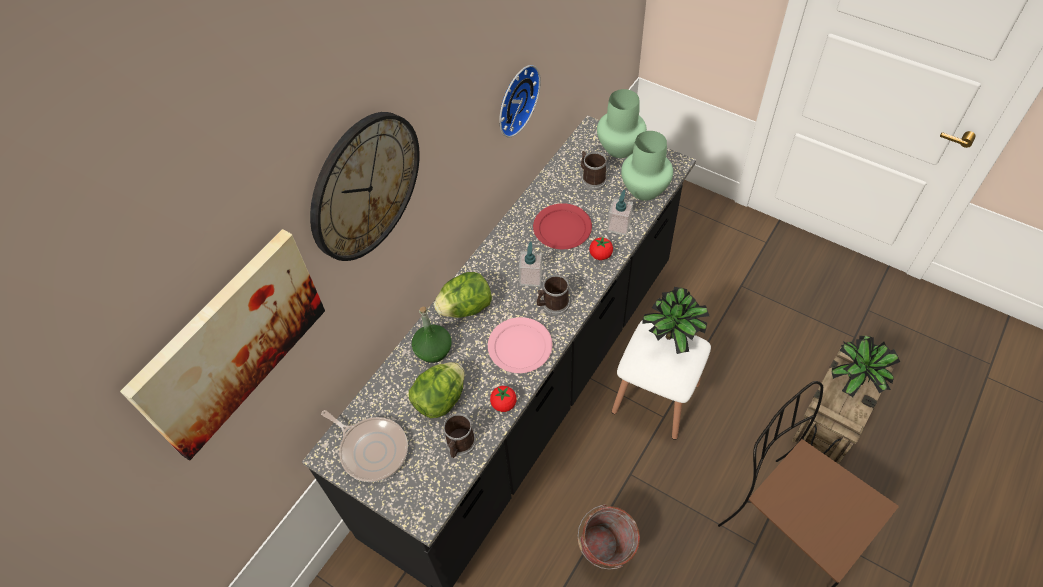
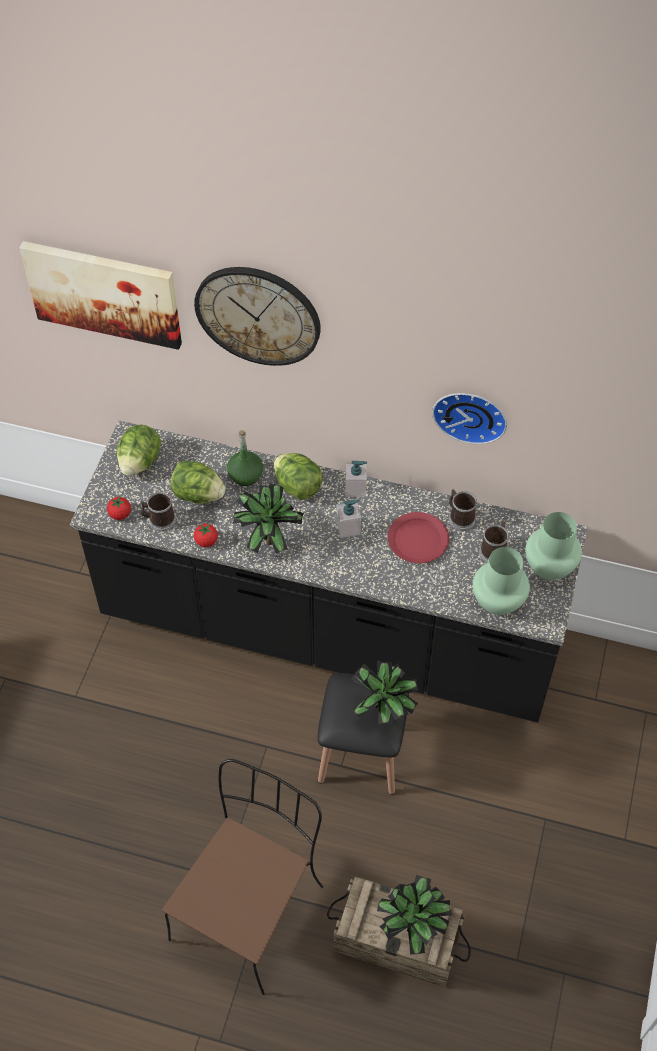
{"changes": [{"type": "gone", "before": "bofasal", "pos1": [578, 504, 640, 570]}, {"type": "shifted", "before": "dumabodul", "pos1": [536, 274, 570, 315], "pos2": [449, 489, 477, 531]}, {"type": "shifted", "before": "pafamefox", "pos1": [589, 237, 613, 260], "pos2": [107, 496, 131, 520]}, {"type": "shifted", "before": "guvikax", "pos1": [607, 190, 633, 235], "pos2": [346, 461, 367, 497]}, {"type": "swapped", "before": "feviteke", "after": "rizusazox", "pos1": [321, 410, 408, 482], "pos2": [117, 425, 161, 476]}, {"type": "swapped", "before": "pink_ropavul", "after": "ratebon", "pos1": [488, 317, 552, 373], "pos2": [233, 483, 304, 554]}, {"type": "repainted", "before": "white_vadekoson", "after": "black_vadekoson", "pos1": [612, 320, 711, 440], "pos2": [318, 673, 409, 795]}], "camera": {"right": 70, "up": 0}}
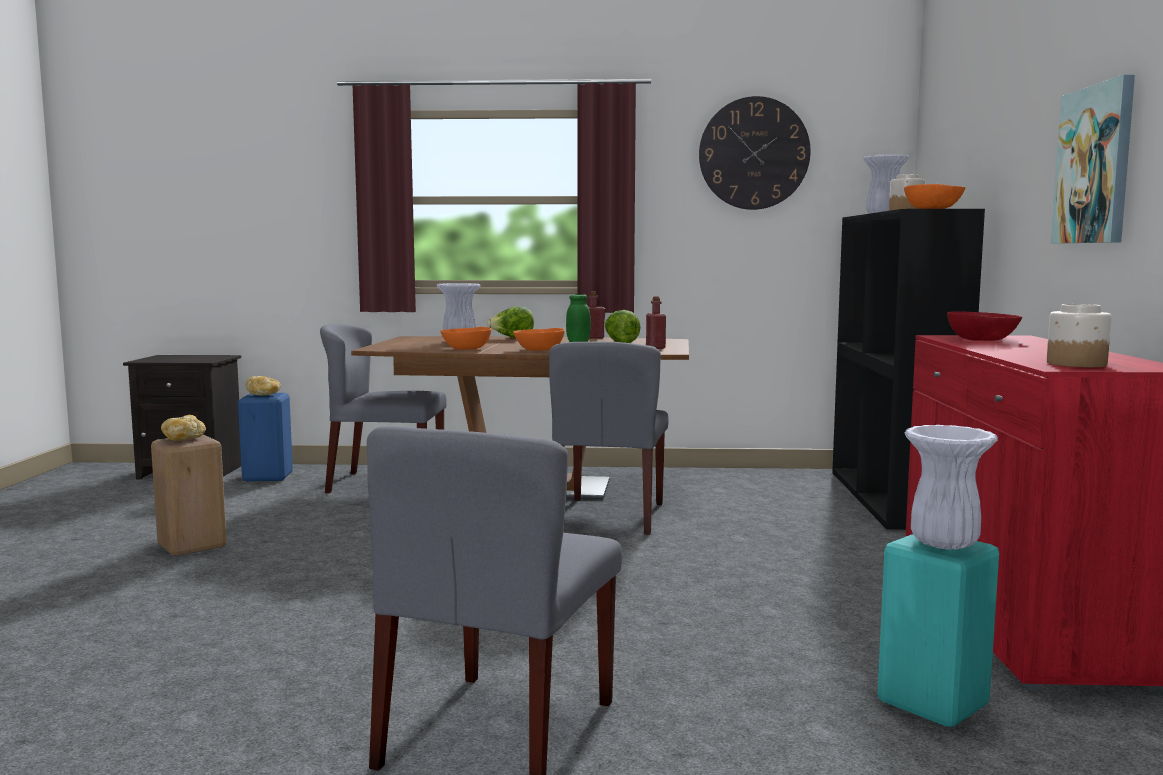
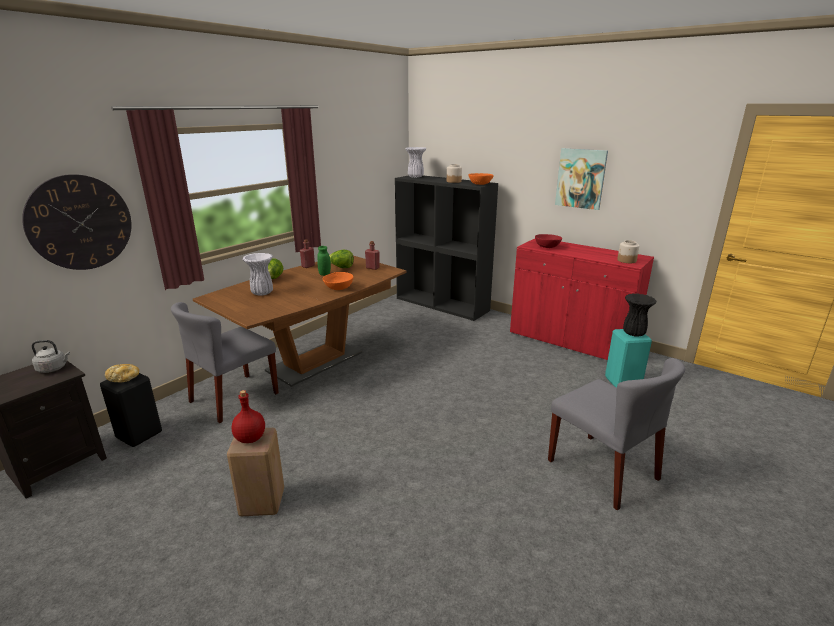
{"changes": [{"type": "gone", "before": "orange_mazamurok", "pos1": [440, 327, 492, 350]}, {"type": "gone", "before": "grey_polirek", "pos1": [549, 342, 669, 535]}, {"type": "new", "after": "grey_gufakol", "pos2": [32, 340, 70, 373]}, {"type": "shifted", "before": "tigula", "pos1": [699, 96, 810, 210], "pos2": [22, 174, 132, 270]}, {"type": "swapped", "before": "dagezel", "after": "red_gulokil", "pos1": [161, 415, 206, 441], "pos2": [232, 390, 265, 443]}, {"type": "repainted", "before": "blue_vadekoson", "after": "black_vadekoson", "pos1": [238, 393, 293, 481], "pos2": [100, 373, 162, 447]}, {"type": "repainted", "before": "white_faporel", "after": "black_faporel", "pos1": [904, 425, 998, 550], "pos2": [623, 294, 657, 336]}], "camera": {"right": -55, "up": 15}}
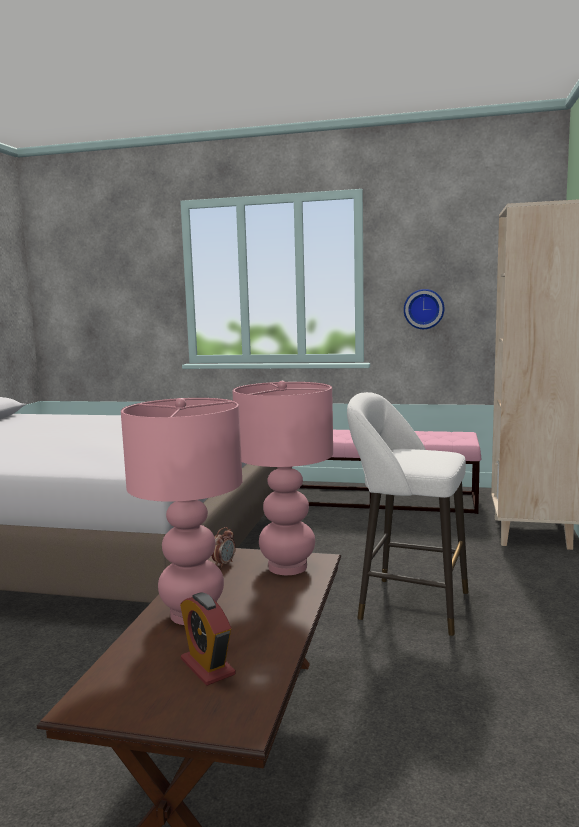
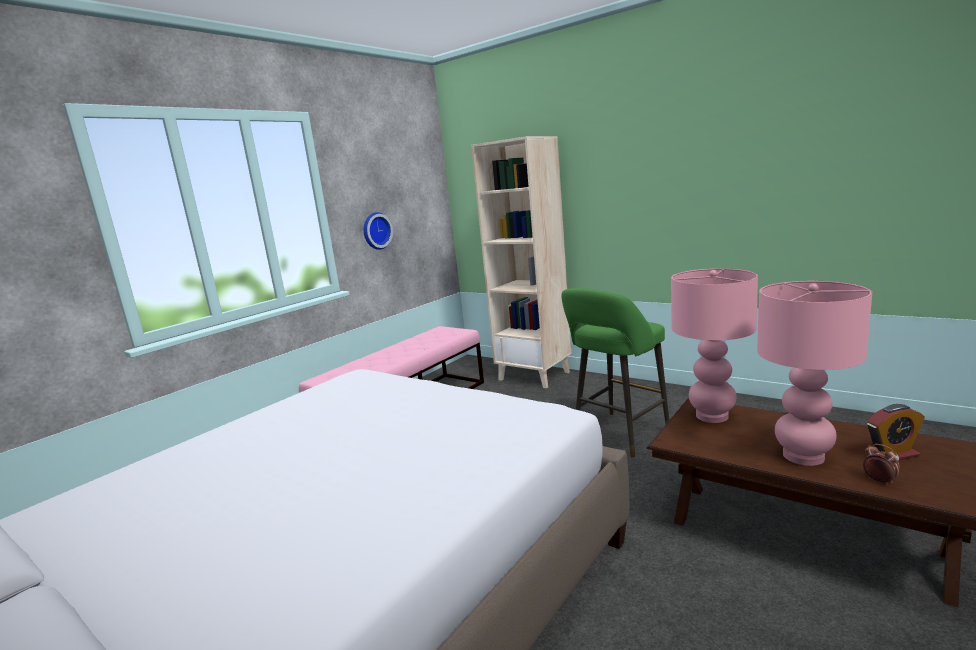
{"changes": [{"type": "shifted", "before": "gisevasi", "pos1": [211, 527, 236, 568], "pos2": [863, 444, 900, 485]}, {"type": "repainted", "before": "white_vadekoson", "after": "green_vadekoson", "pos1": [347, 392, 468, 636], "pos2": [561, 288, 669, 457]}], "camera": {"right": -65, "up": 5}}
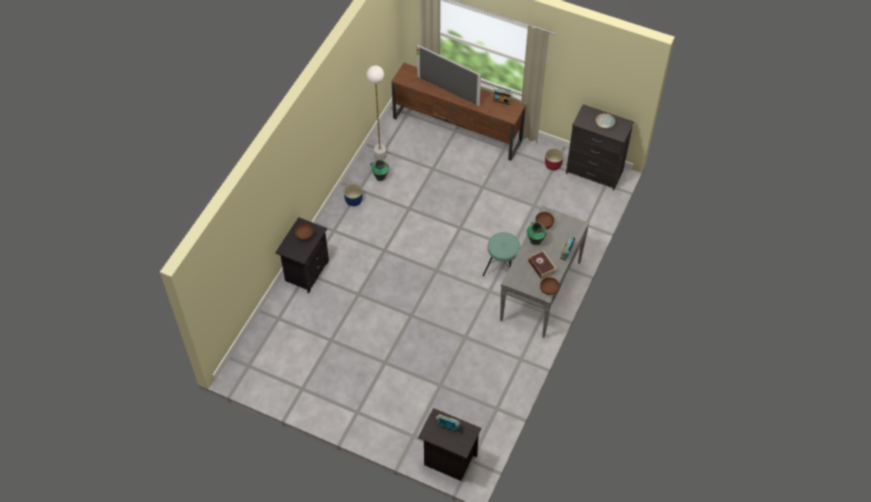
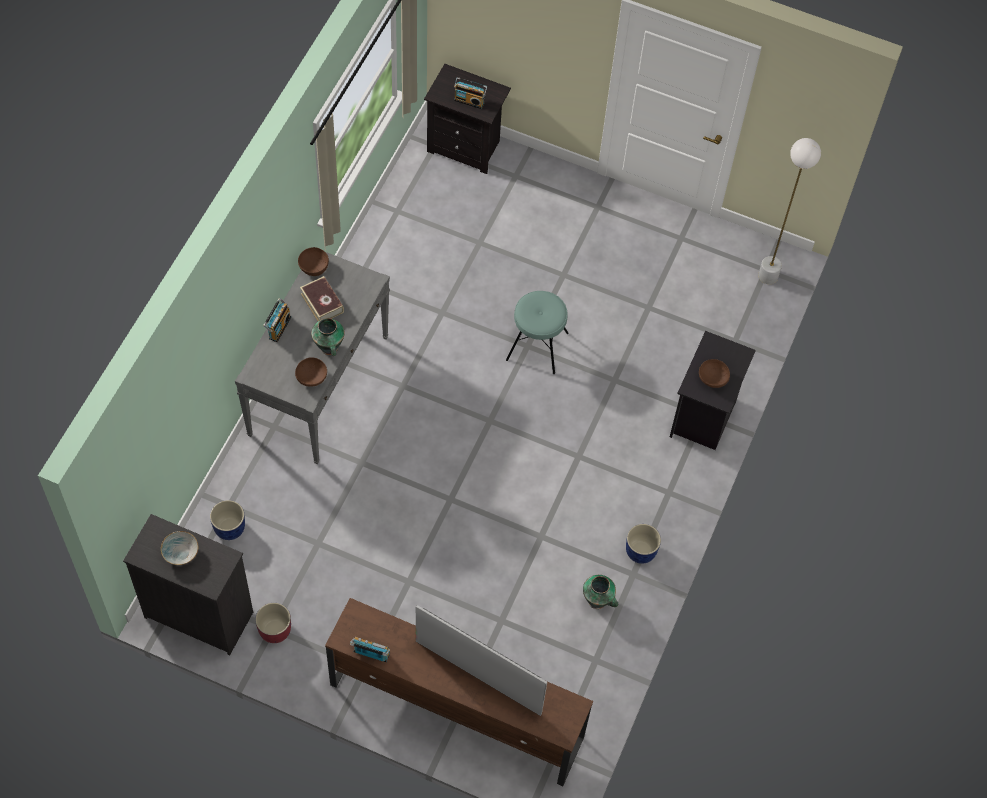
{"changes": [{"type": "new", "after": "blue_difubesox", "pos2": [210, 500, 245, 540]}, {"type": "shifted", "before": "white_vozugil", "pos1": [366, 65, 386, 160], "pos2": [758, 138, 821, 284]}, {"type": "shifted", "before": "turquoise_vadekoson", "pos1": [483, 232, 520, 276], "pos2": [506, 291, 569, 374]}], "camera": {"right": 175, "up": 5}}
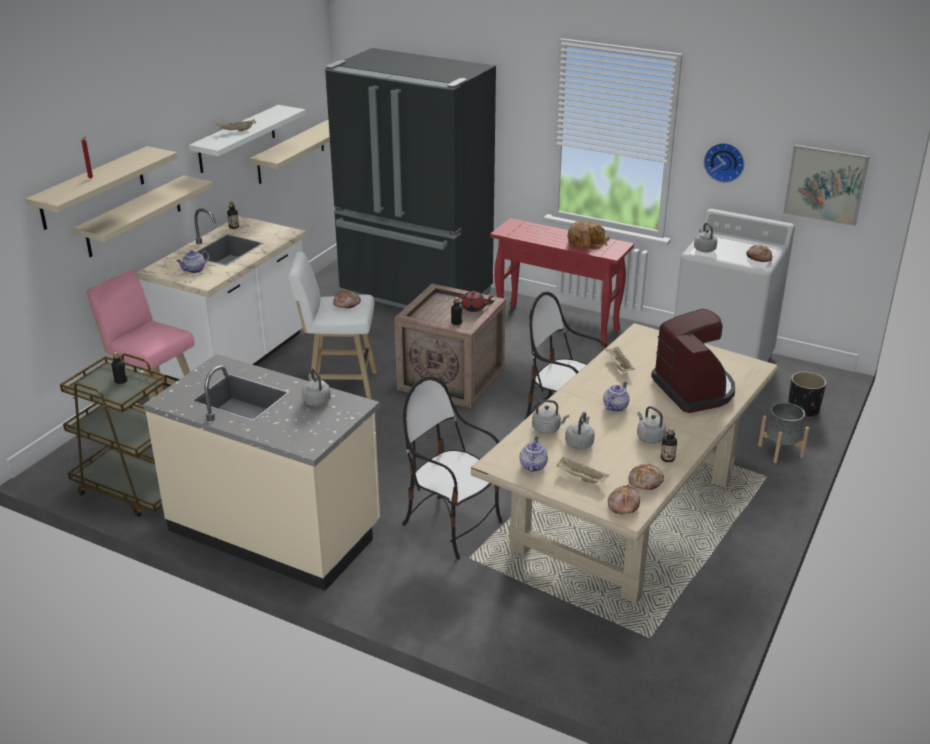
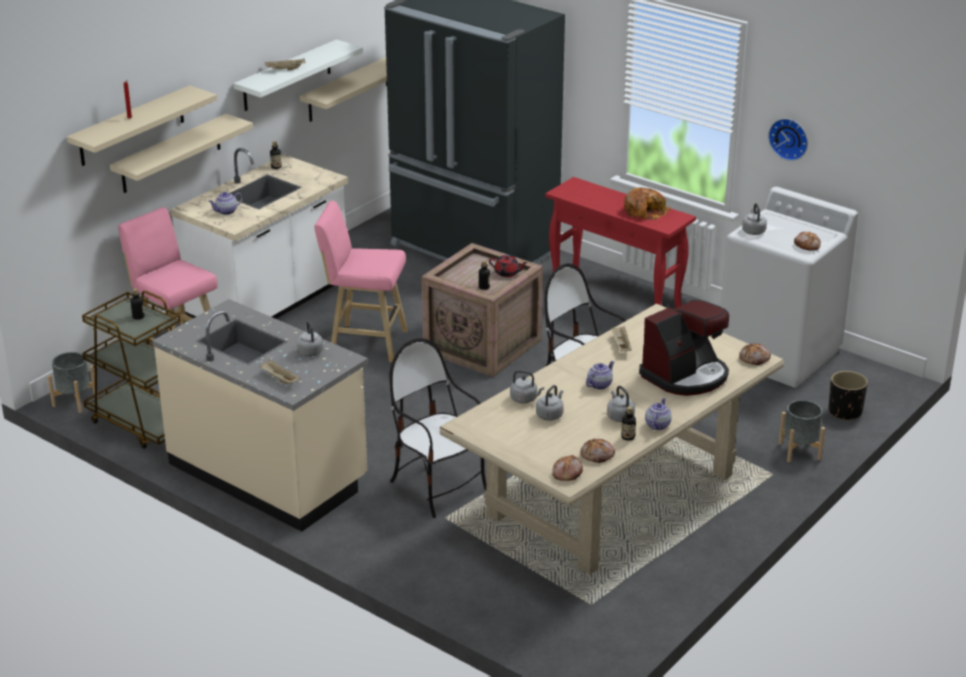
{"changes": [{"type": "gone", "before": "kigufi", "pos1": [783, 145, 870, 226]}, {"type": "new", "after": "grey_difubesox", "pos2": [48, 352, 98, 413]}, {"type": "shifted", "before": "dagezel", "pos1": [333, 290, 361, 309], "pos2": [739, 343, 771, 365]}, {"type": "shifted", "before": "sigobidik", "pos1": [519, 437, 548, 472], "pos2": [645, 398, 672, 430]}, {"type": "shifted", "before": "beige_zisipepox", "pos1": [556, 457, 609, 483], "pos2": [260, 360, 301, 384]}, {"type": "repainted", "before": "white_vadekoson", "after": "pink_vadekoson", "pos1": [288, 252, 377, 400], "pos2": [314, 201, 408, 362]}, {"type": "rotated", "before": "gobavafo", "pos1": [651, 309, 735, 413], "pos2": [639, 300, 729, 396], "turn": 60}], "camera": {"right": 10, "up": 0}}
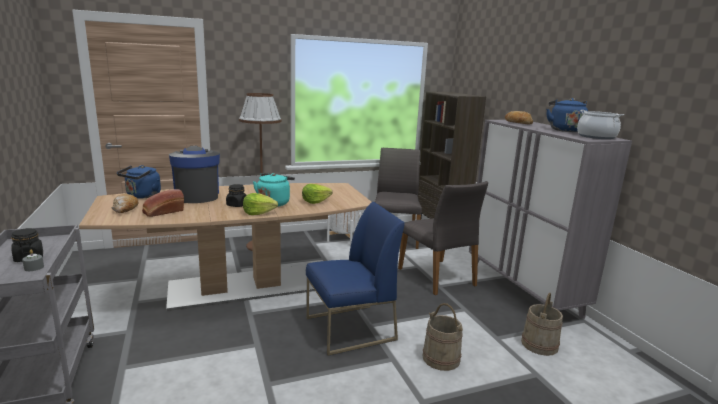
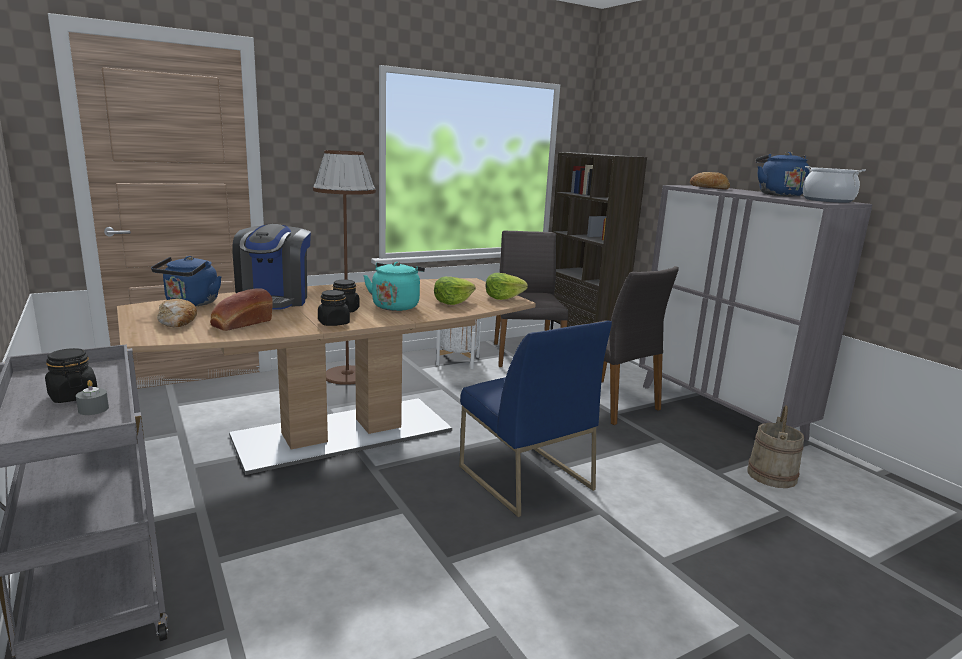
{"changes": [{"type": "gone", "before": "beige_bofasal", "pos1": [422, 303, 463, 371]}, {"type": "new", "after": "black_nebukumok", "pos2": [318, 290, 350, 326]}, {"type": "shifted", "before": "rizusazox", "pos1": [243, 193, 278, 215], "pos2": [486, 273, 528, 300]}, {"type": "rotated", "before": "gobavafo", "pos1": [169, 146, 220, 203], "pos2": [232, 224, 311, 310], "turn": -150}, {"type": "rotated", "before": "blue_polirek", "pos1": [306, 202, 405, 356], "pos2": [459, 321, 612, 517], "turn": 90}], "camera": {"right": -10, "up": 0}}
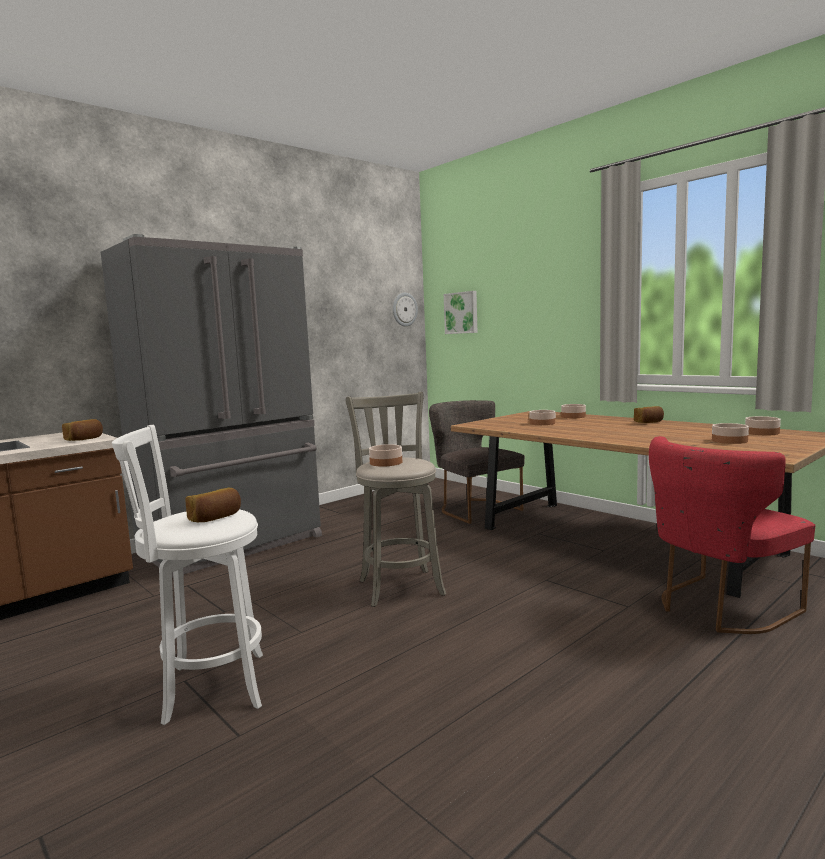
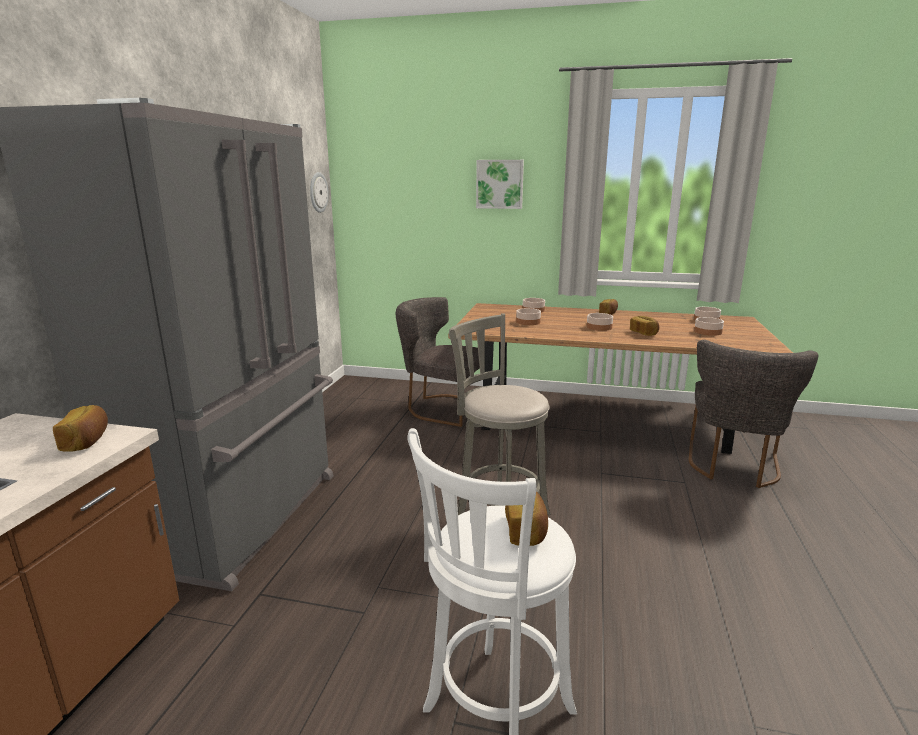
{"changes": [{"type": "new", "after": "dagezel", "pos2": [630, 316, 659, 336]}, {"type": "shifted", "before": "mazamurok", "pos1": [369, 444, 402, 467], "pos2": [587, 313, 613, 331]}, {"type": "shifted", "before": "kigufi", "pos1": [444, 291, 478, 334], "pos2": [476, 160, 524, 209]}, {"type": "repainted", "before": "red_polirek", "after": "grey_polirek", "pos1": [649, 436, 815, 634], "pos2": [689, 340, 819, 488]}], "camera": {"right": -35, "up": 10}}
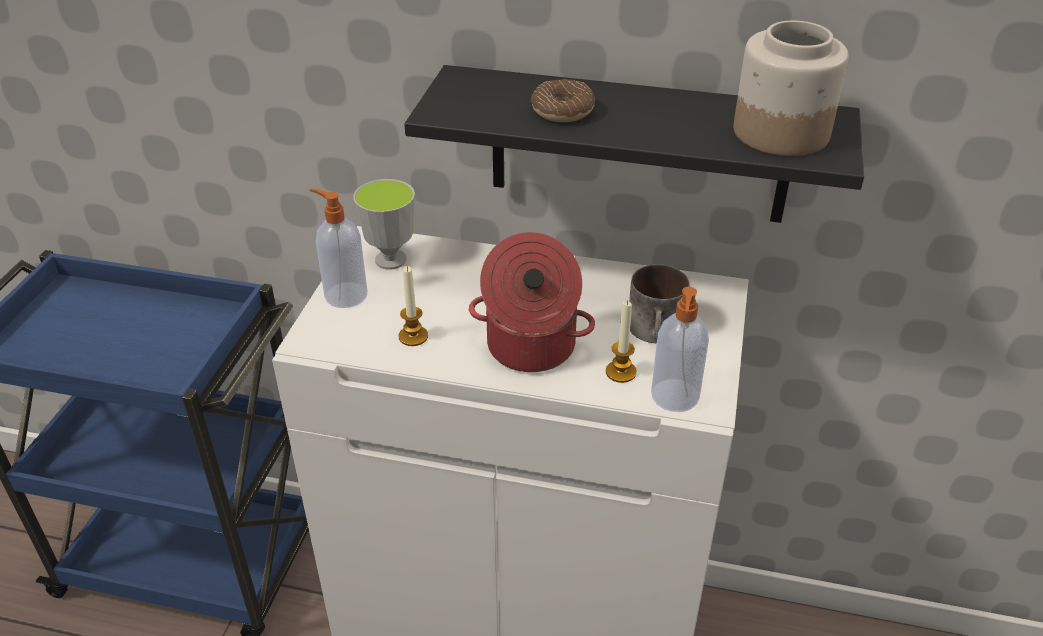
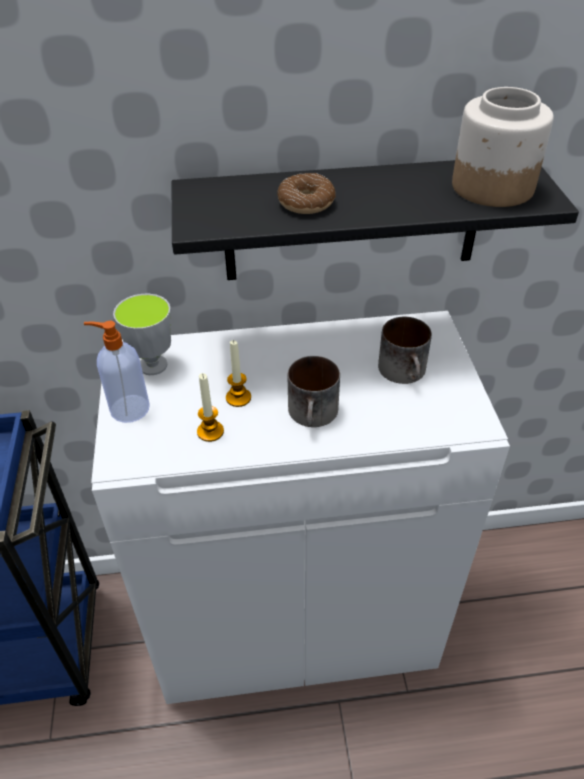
{"changes": [{"type": "gone", "before": "guvikax", "pos1": [651, 287, 709, 412]}, {"type": "shifted", "before": "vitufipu", "pos1": [606, 301, 637, 383], "pos2": [226, 340, 251, 407]}, {"type": "swapped", "before": "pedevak", "after": "dumabodul", "pos1": [469, 232, 595, 372], "pos2": [287, 356, 340, 427]}], "camera": {"right": -20, "up": 5}}
